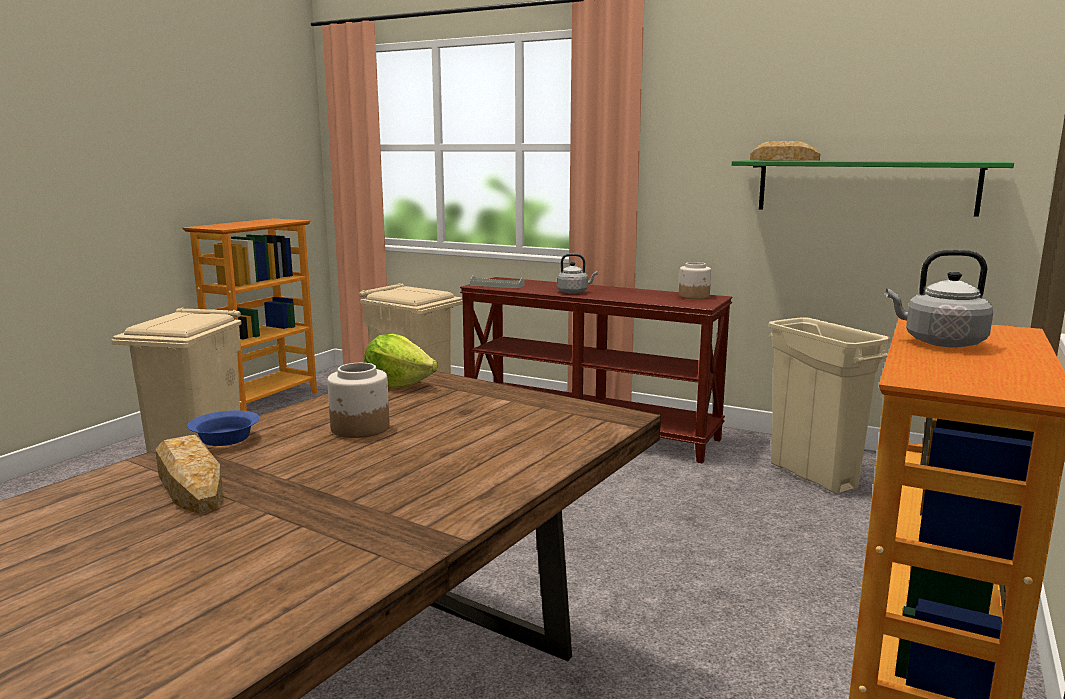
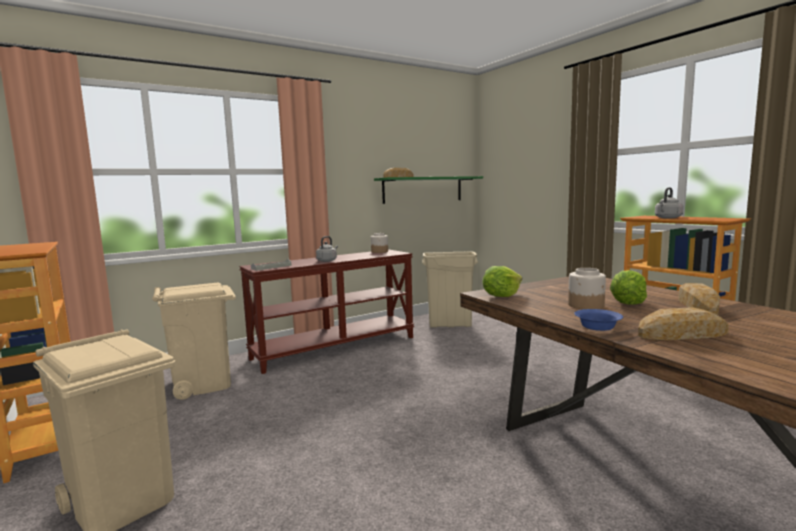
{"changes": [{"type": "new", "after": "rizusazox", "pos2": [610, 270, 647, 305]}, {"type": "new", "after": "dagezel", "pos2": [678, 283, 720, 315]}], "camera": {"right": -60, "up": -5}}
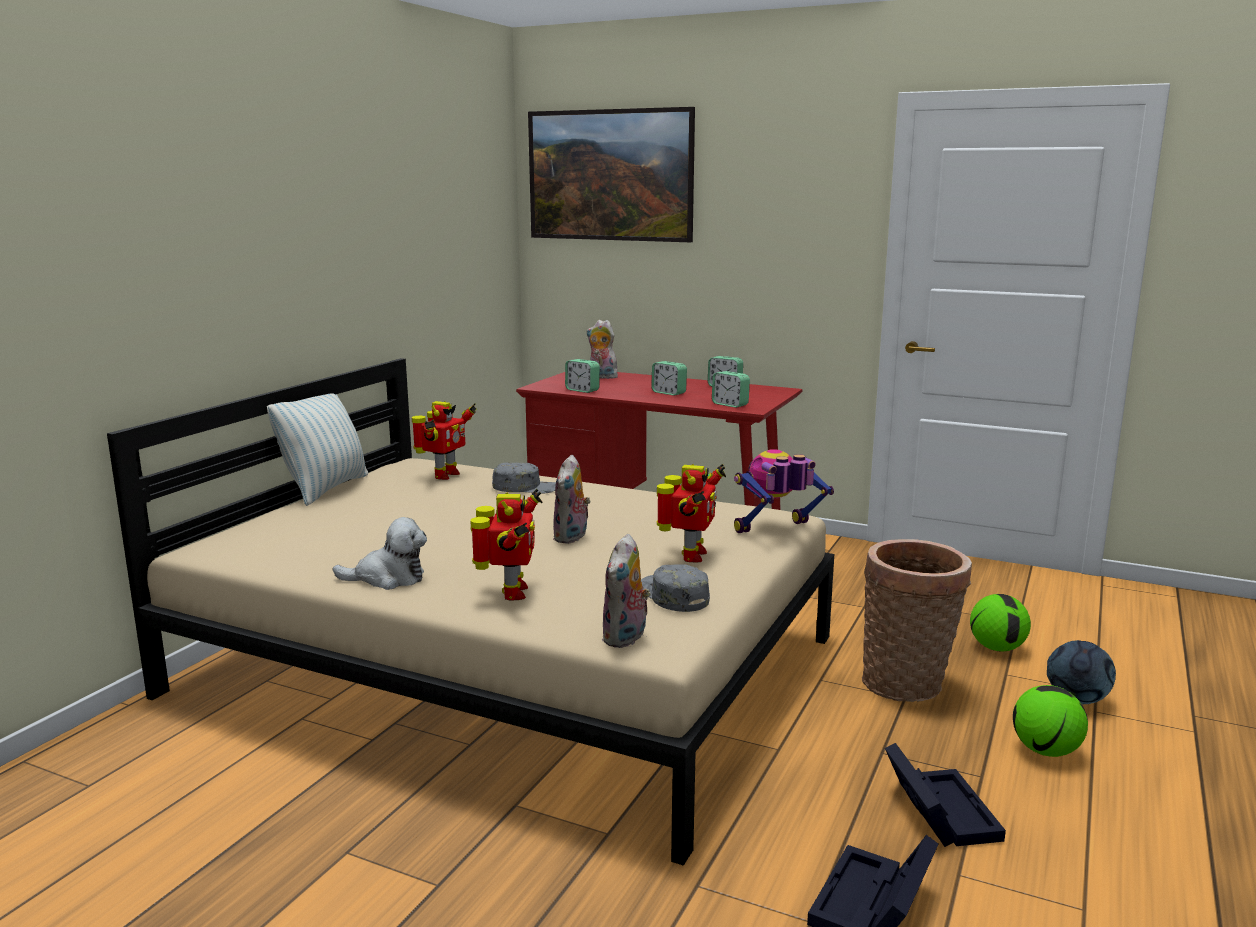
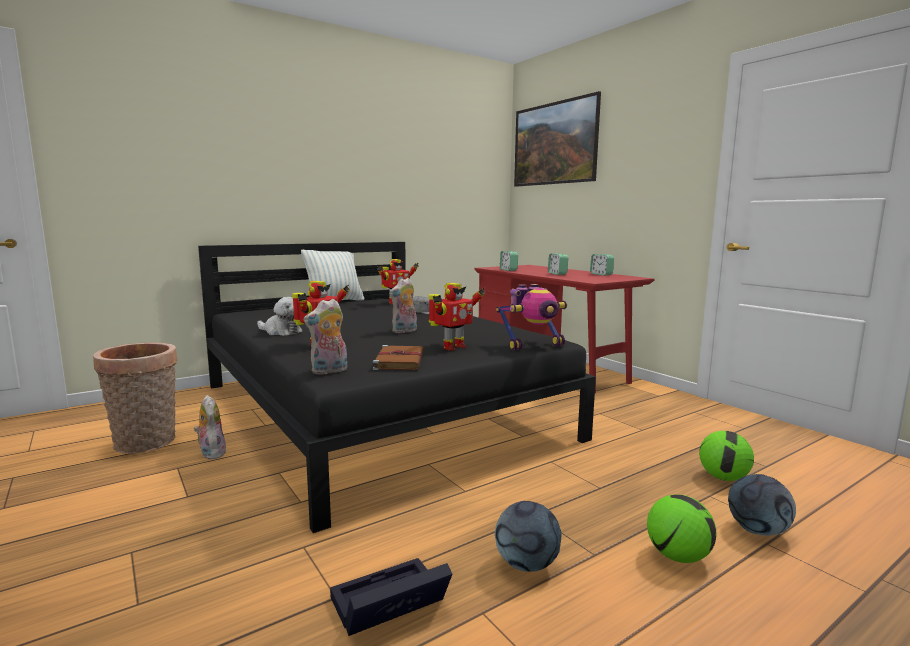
{"changes": [{"type": "gone", "before": "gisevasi", "pos1": [712, 371, 750, 408]}, {"type": "shifted", "before": "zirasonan", "pos1": [586, 320, 618, 379], "pos2": [194, 395, 227, 459]}, {"type": "shifted", "before": "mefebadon", "pos1": [862, 539, 972, 702], "pos2": [93, 342, 177, 454]}, {"type": "swapped", "before": "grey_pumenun", "after": "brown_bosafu", "pos1": [641, 564, 710, 612], "pos2": [373, 345, 424, 370]}, {"type": "swapped", "before": "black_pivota", "after": "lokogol", "pos1": [885, 743, 1006, 847], "pos2": [495, 501, 562, 572]}, {"type": "repainted", "before": "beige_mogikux", "after": "black_mogikux", "pos1": [107, 358, 834, 866], "pos2": [198, 242, 596, 533]}, {"type": "rotated", "before": "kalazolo", "pos1": [734, 449, 834, 533], "pos2": [496, 284, 567, 350], "turn": 150}], "camera": {"right": 30, "up": -5}}
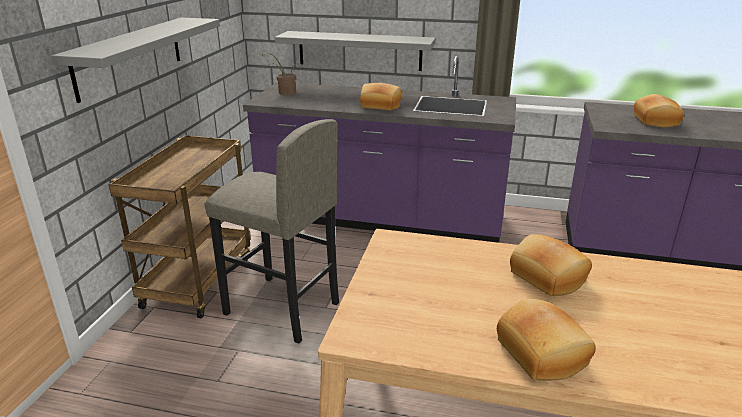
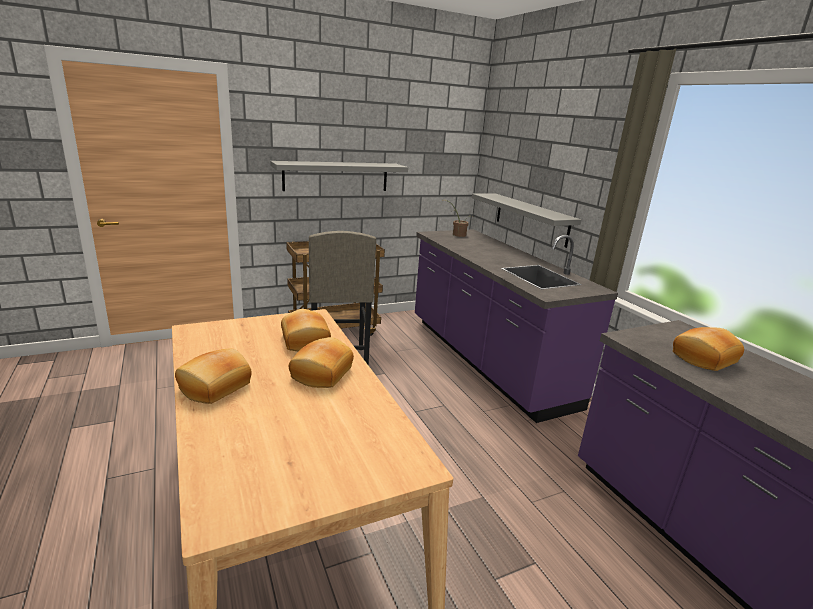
{"changes": [{"type": "shifted", "before": "dagezel", "pos1": [360, 83, 401, 110], "pos2": [281, 309, 331, 351]}], "camera": {"right": 50, "up": -5}}
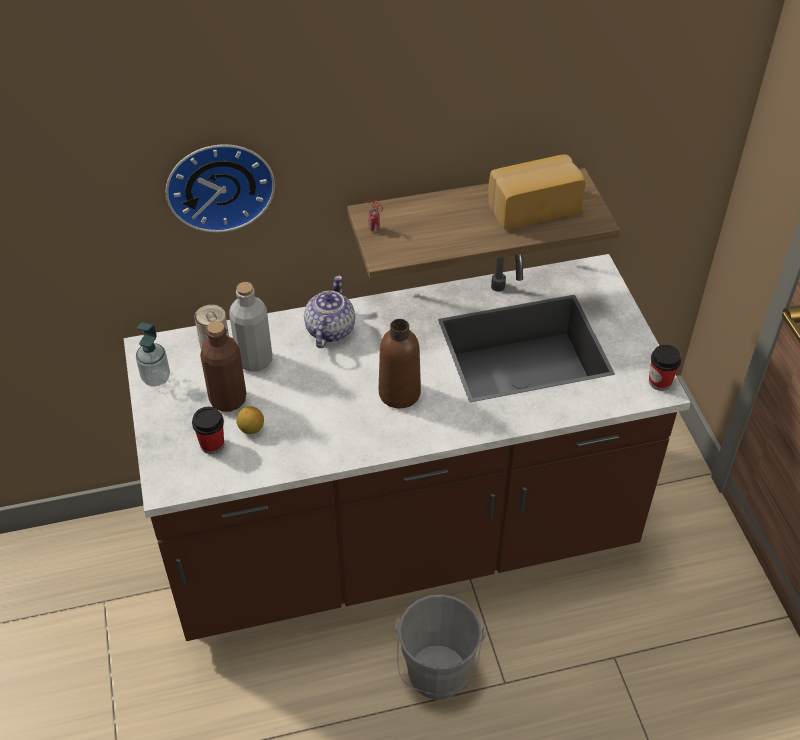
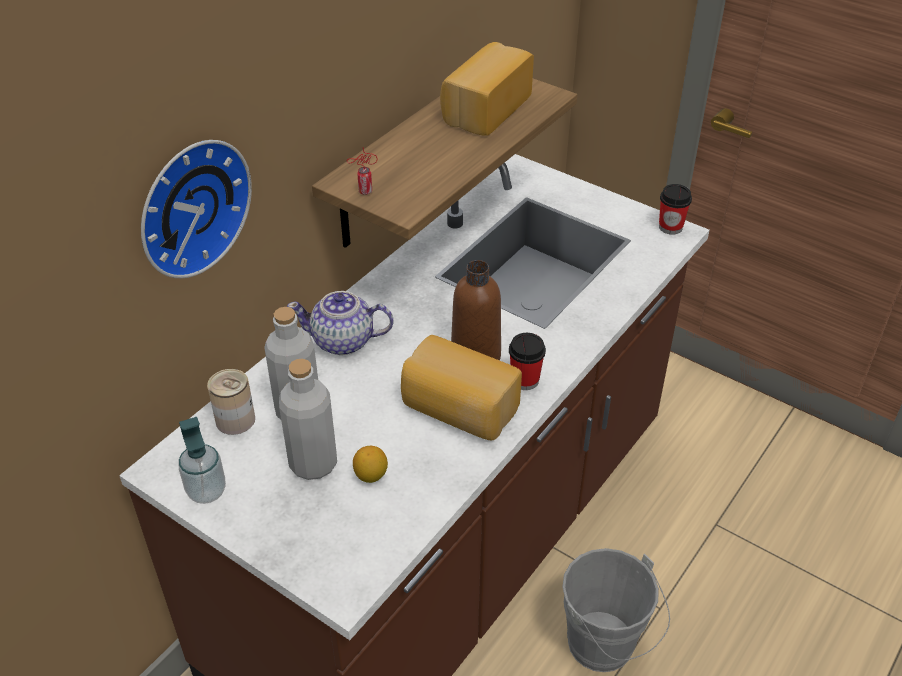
{"changes": [{"type": "new", "after": "dagezel", "pos2": [401, 335, 522, 440]}, {"type": "shifted", "before": "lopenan", "pos1": [192, 407, 224, 454], "pos2": [509, 333, 546, 390]}, {"type": "repainted", "before": "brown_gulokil", "after": "grey_gulokil", "pos1": [200, 321, 246, 412], "pos2": [279, 359, 337, 480]}, {"type": "rotated", "before": "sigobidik", "pos1": [304, 275, 355, 348], "pos2": [287, 291, 393, 355], "turn": -60}], "camera": {"right": -40, "up": -5}}
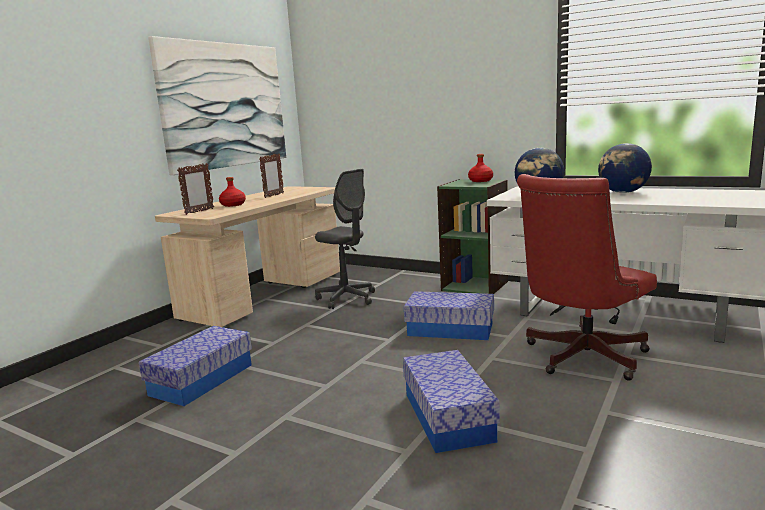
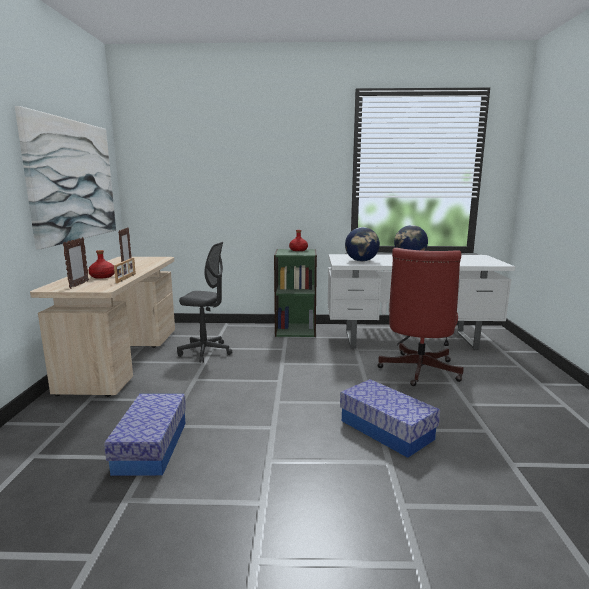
{"changes": [{"type": "gone", "before": "pivota", "pos1": [404, 291, 494, 340]}, {"type": "new", "after": "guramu", "pos2": [114, 258, 136, 283]}], "camera": {"right": -30, "up": 0}}
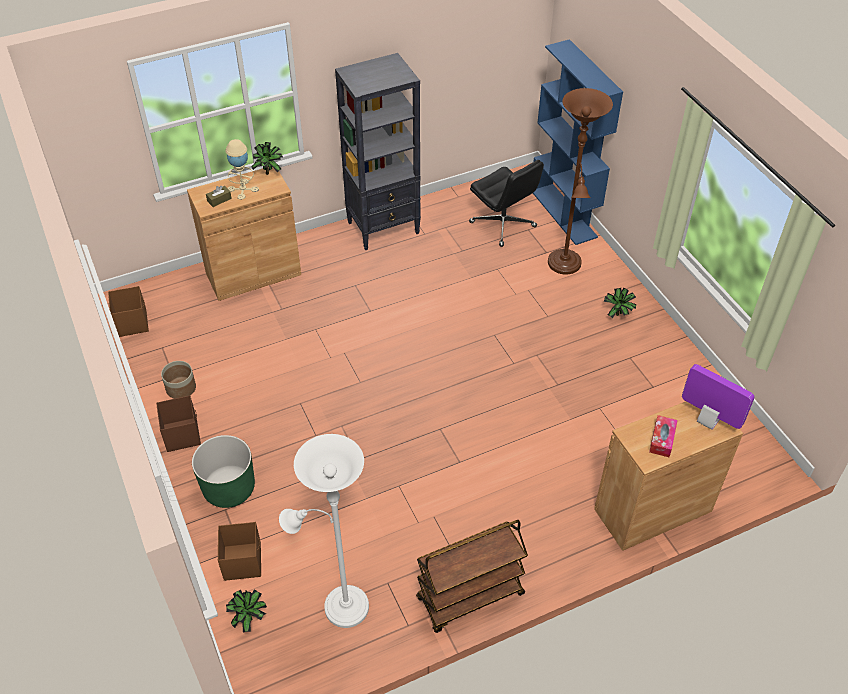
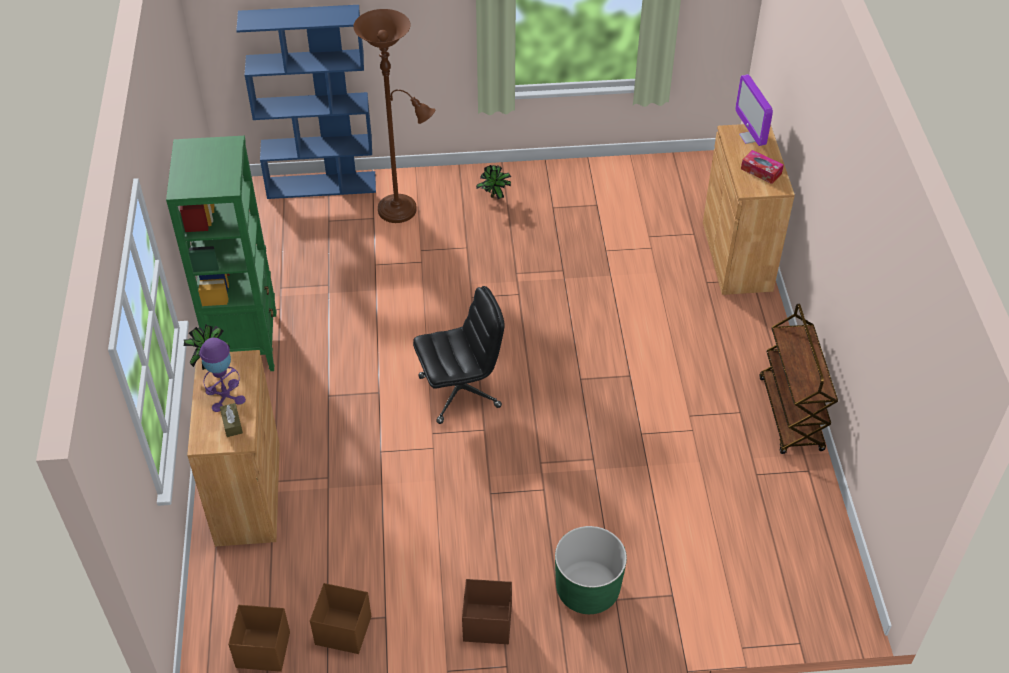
{"changes": [{"type": "gone", "before": "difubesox", "pos1": [161, 361, 196, 399]}, {"type": "gone", "before": "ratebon", "pos1": [226, 589, 267, 632]}, {"type": "gone", "before": "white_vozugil", "pos1": [279, 434, 369, 628]}, {"type": "shifted", "before": "brown_pivota", "pos1": [218, 522, 261, 581], "pos2": [310, 583, 371, 654]}, {"type": "shifted", "before": "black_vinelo", "pos1": [469, 160, 544, 247], "pos2": [413, 286, 505, 424]}, {"type": "repainted", "before": "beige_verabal", "after": "purple_verabal", "pos1": [225, 139, 259, 200], "pos2": [199, 338, 246, 412]}, {"type": "repainted", "before": "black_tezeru", "after": "green_tezeru", "pos1": [335, 53, 421, 250], "pos2": [166, 135, 277, 371]}, {"type": "rotated", "before": "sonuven", "pos1": [682, 364, 754, 430], "pos2": [736, 74, 773, 146], "turn": -75}], "camera": {"right": -70, "up": 0}}
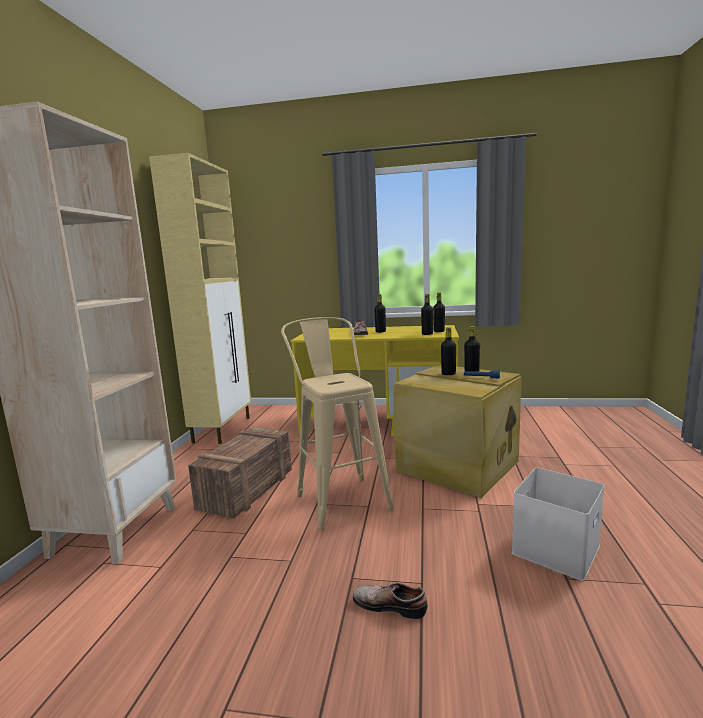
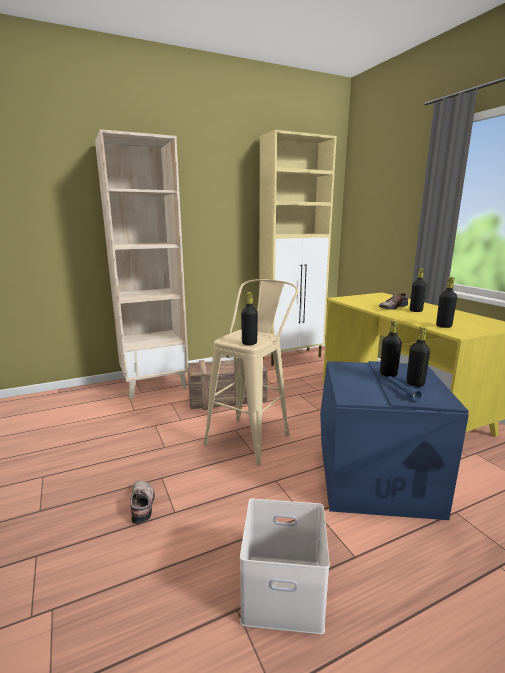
{"changes": [{"type": "shifted", "before": "black_gulokil", "pos1": [433, 292, 445, 332], "pos2": [241, 292, 258, 345]}, {"type": "repainted", "before": "beige_pivota", "after": "blue_pivota", "pos1": [394, 365, 522, 498], "pos2": [320, 361, 469, 520]}], "camera": {"right": 55, "up": 5}}
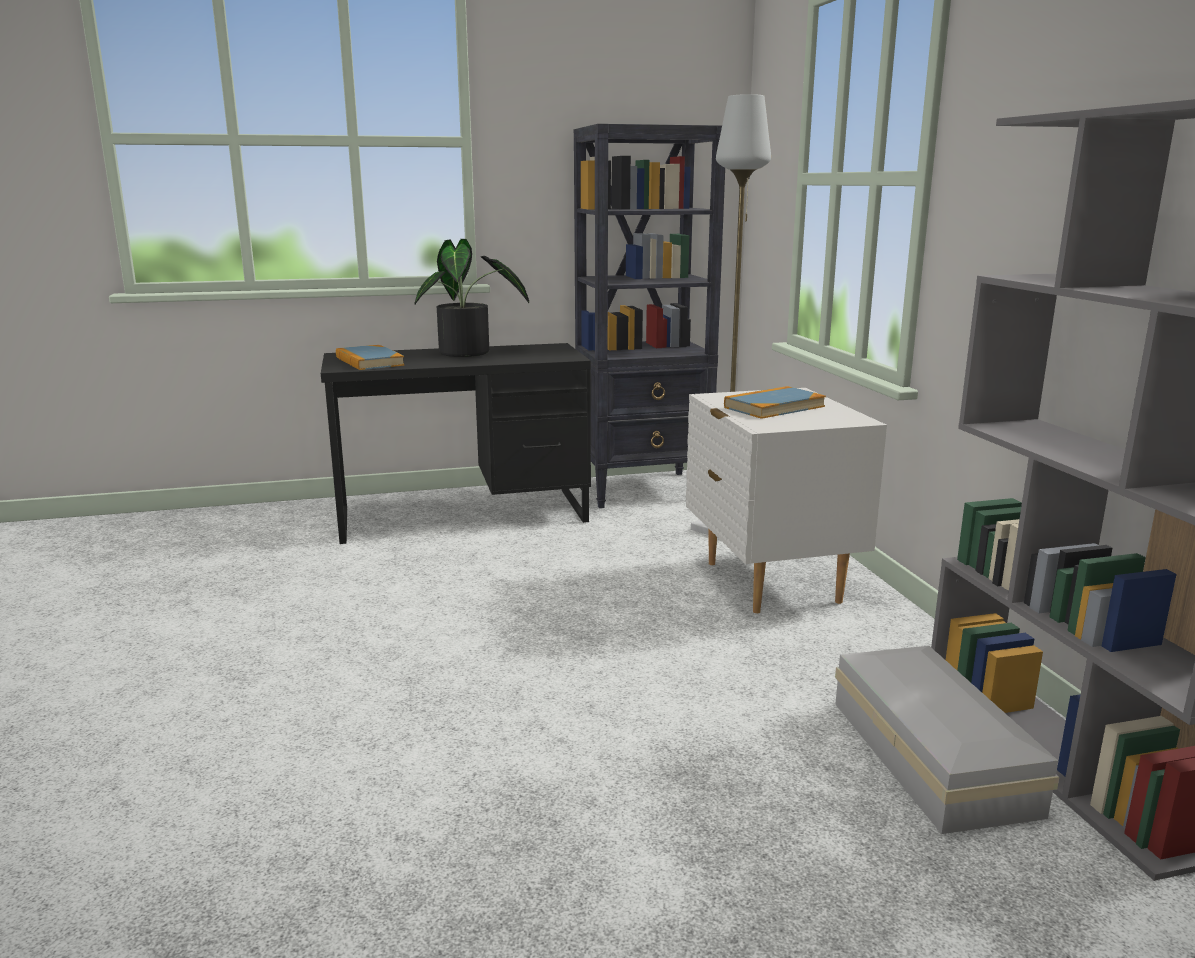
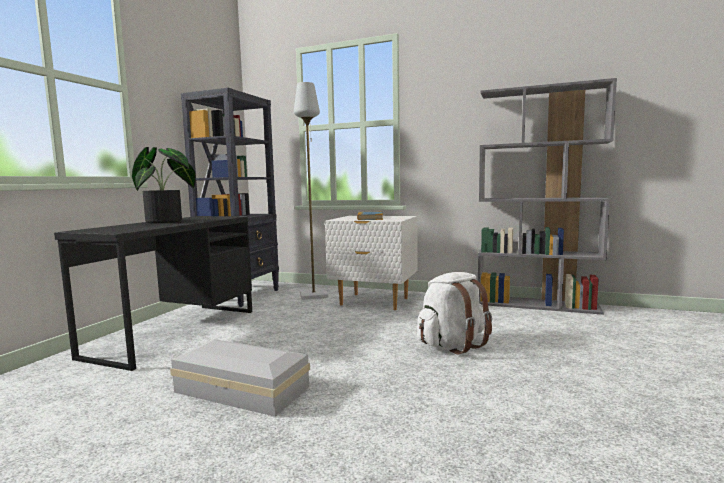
{"changes": [{"type": "gone", "before": "bosafu", "pos1": [336, 345, 405, 370]}, {"type": "new", "after": "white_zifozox", "pos2": [417, 272, 492, 354]}, {"type": "shifted", "before": "white_pivota", "pos1": [835, 646, 1059, 834], "pos2": [170, 339, 310, 417]}], "camera": {"right": -55, "up": -10}}
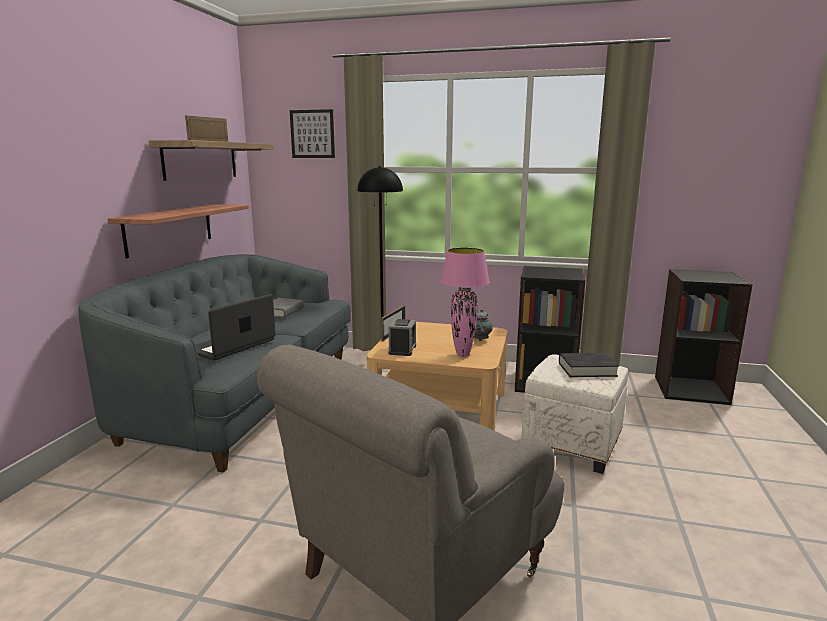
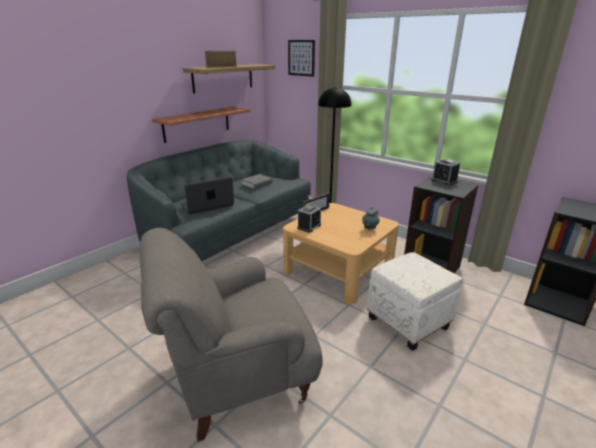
{"changes": [{"type": "gone", "before": "pink_verabal", "pos1": [440, 248, 490, 357]}, {"type": "gone", "before": "black_bosafu", "pos1": [559, 353, 619, 377]}, {"type": "new", "after": "gisevasi", "pos2": [431, 159, 460, 185]}], "camera": {"right": 25, "up": 10}}
